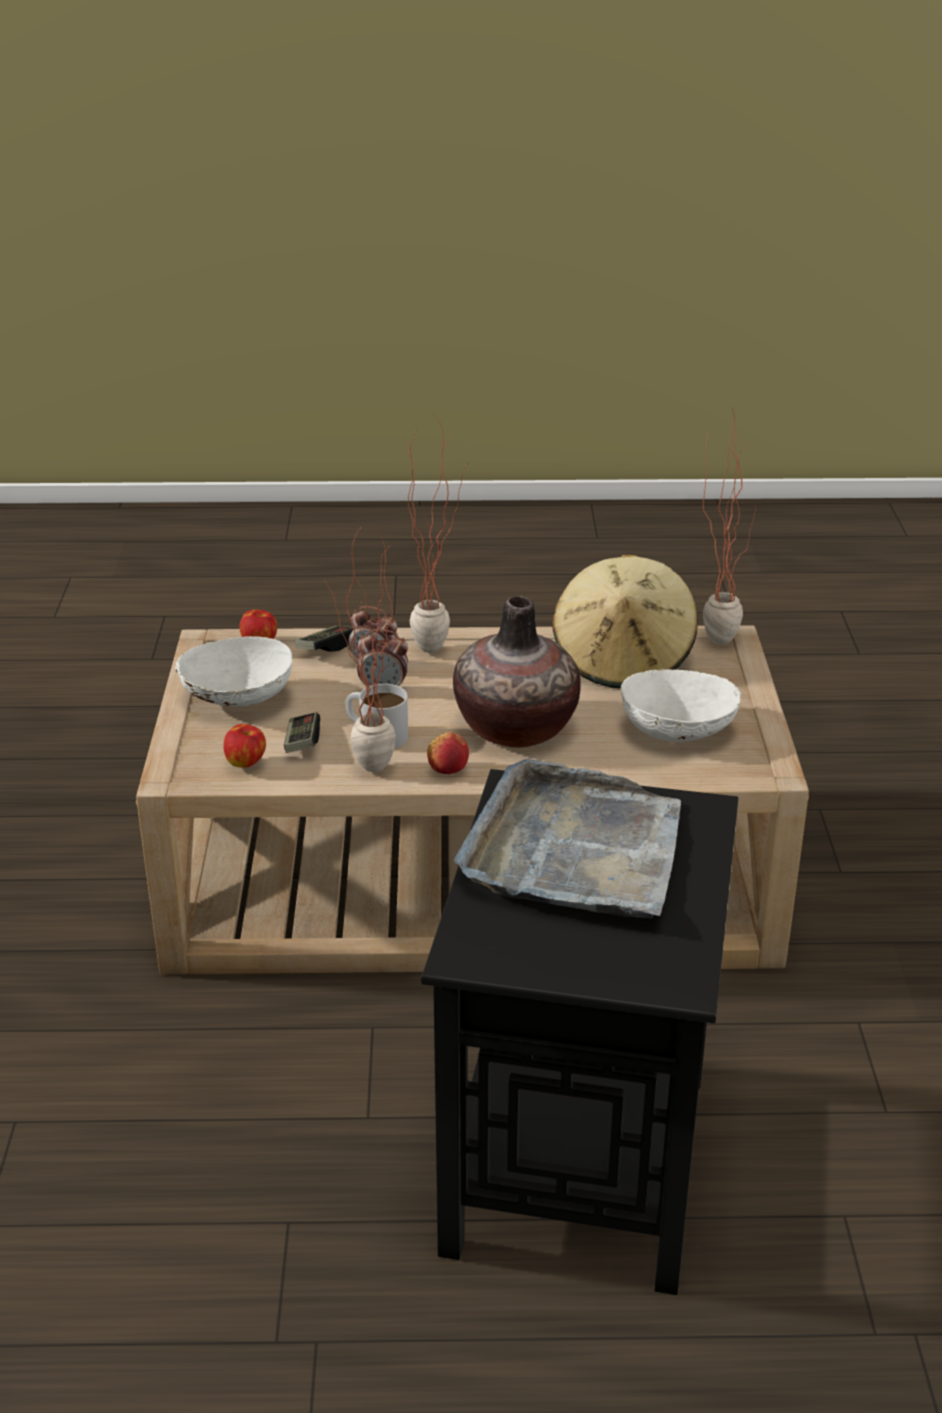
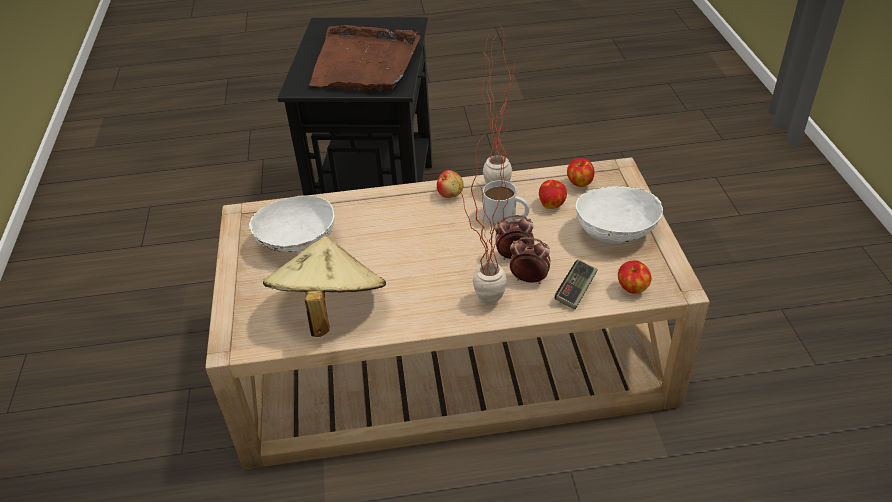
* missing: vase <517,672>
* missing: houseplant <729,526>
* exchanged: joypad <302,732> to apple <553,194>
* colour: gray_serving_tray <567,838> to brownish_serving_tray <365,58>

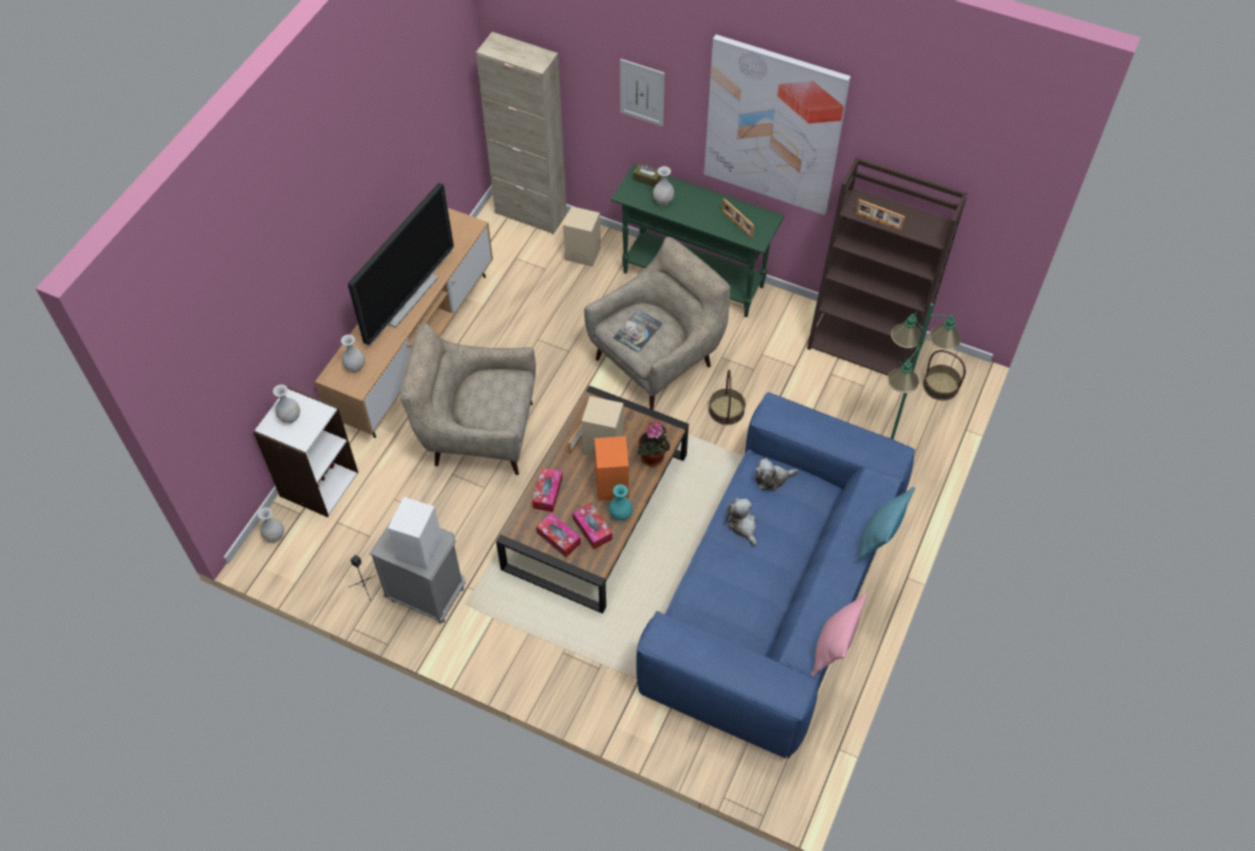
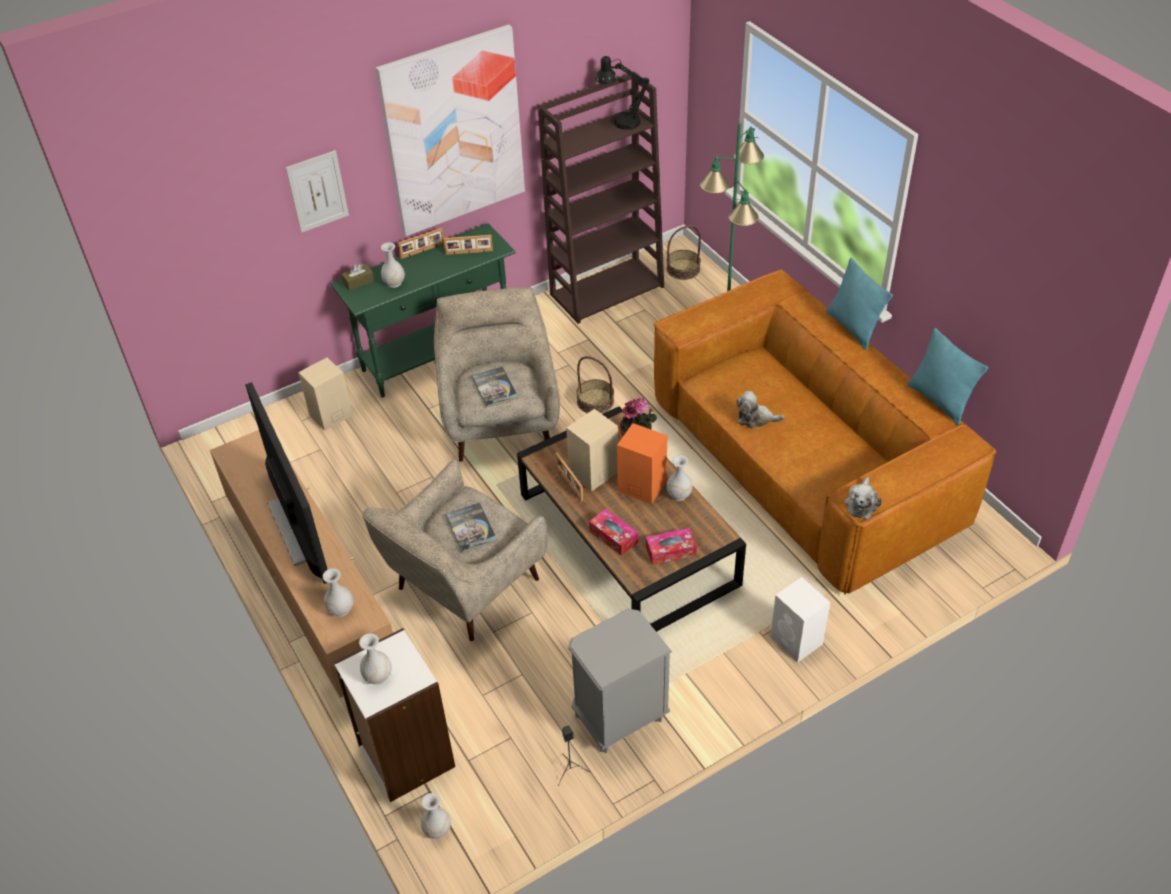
* missing: beige-coloured_cabinet <521,133>
* missing: tissue_box <592,526>
* appeared: book <471,528>
* appeared: blackish_tabletop_lamp <623,93>
* relocated: white_speaker <415,533> to <800,620>
* relocated: cuddly_toy <777,474> to <863,498>
* relocated: standing_frame <880,215> to <421,243>
* colour: turquoise-coloured_vase <621,502> to white_vase <679,478>
* colour: blue-coloured_couch <775,575> to brownish_couch <825,432>
* colour: pink-coloured_throw_pillow <839,635> to turquoise-coloured_throw_pillow <947,376>

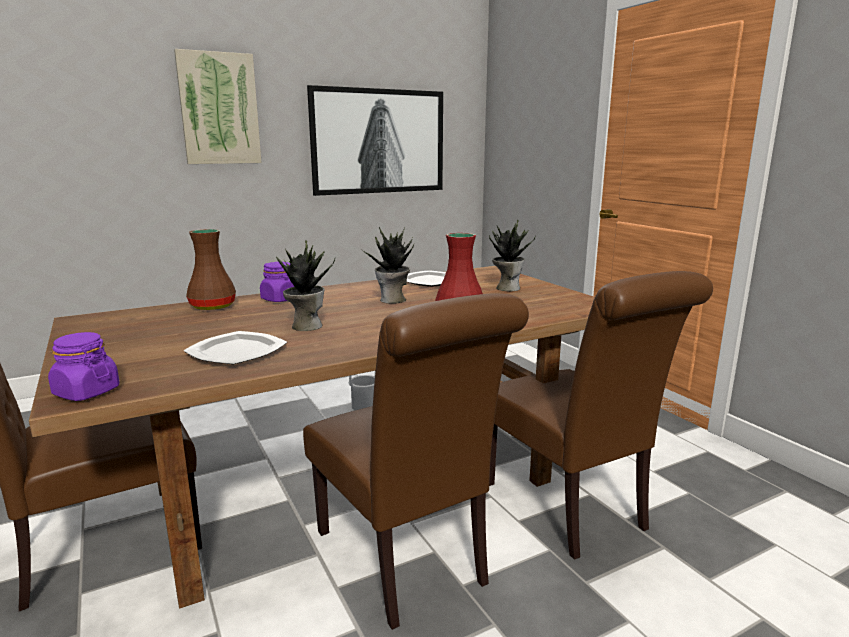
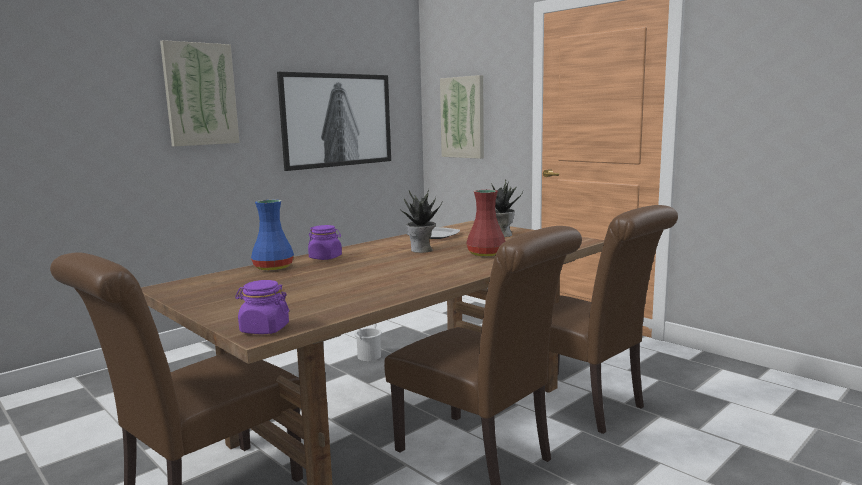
* missing: dinner_plate <235,348>
* missing: houseplant <305,285>
* appeared: picture <462,117>
* colour: brownish_vase <211,269> to blue-coloured_vase <272,235>

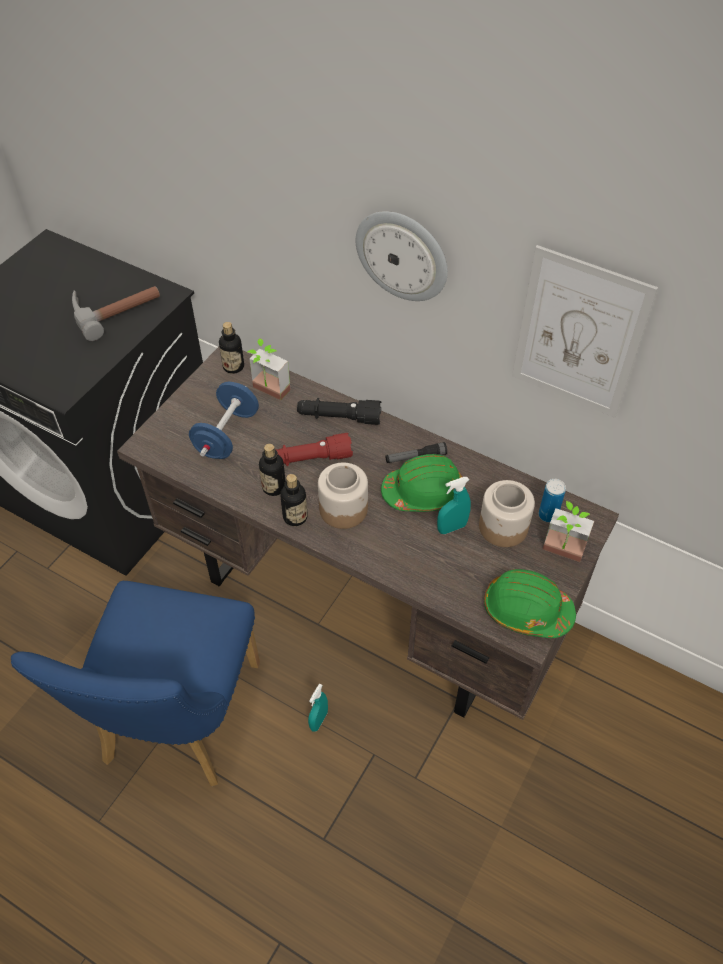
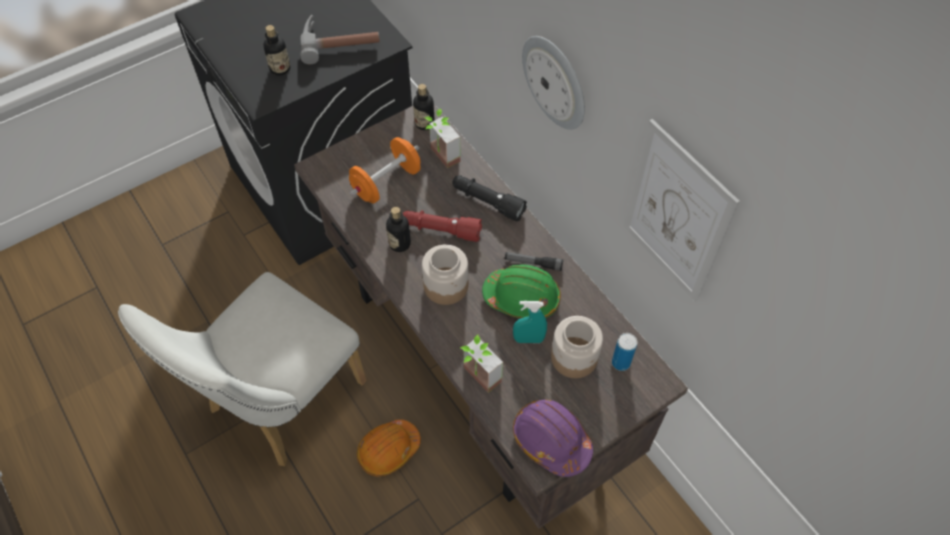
* relocated: drink_bottle <293,500> to <276,50>
* relocated: houseplant <568,531> to <481,363>
* exchanged: turquoise-coloured_sprayer <318,708> to orange_safety_helmet <389,448>
* colour: blue-coloured_plain_chair <135,683> to white_plain_chair <242,369>
* colour: blue-coloured_free_weight <224,420> to orange_free_weight <385,170>
* colour: greenish_safety_helmet <530,603> to purplish_safety_helmet <553,438>

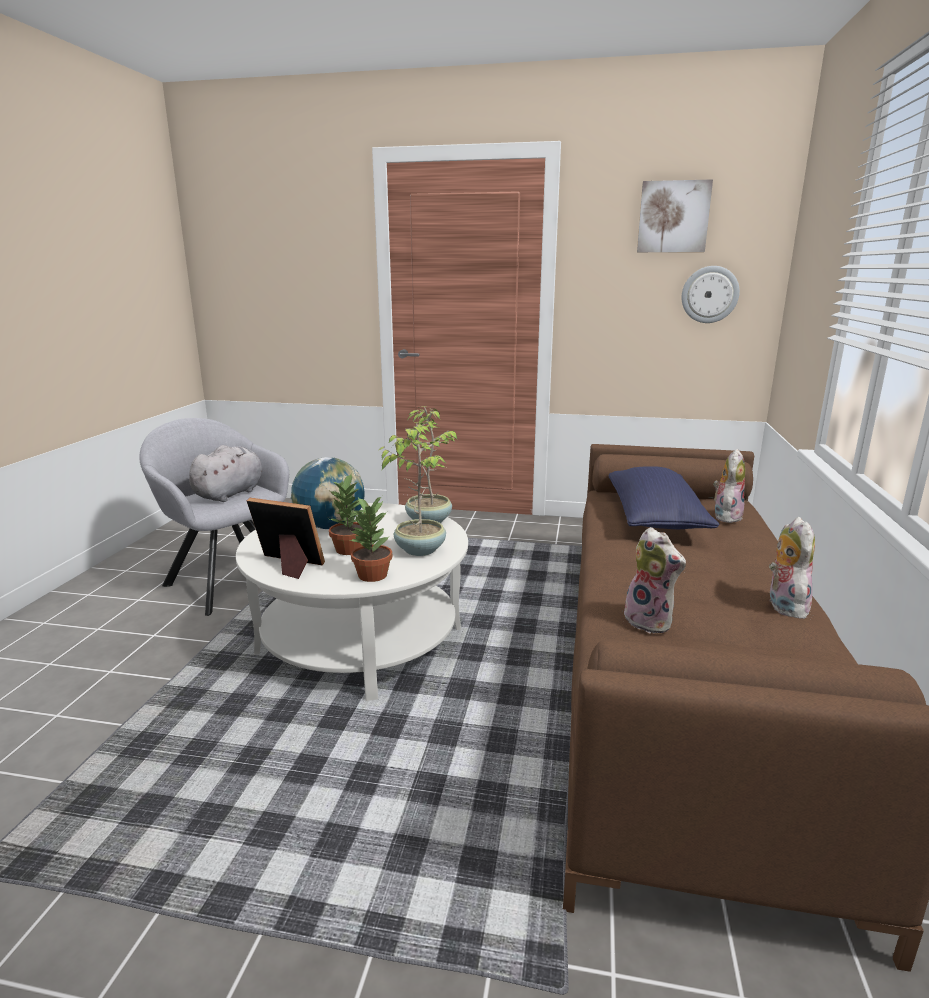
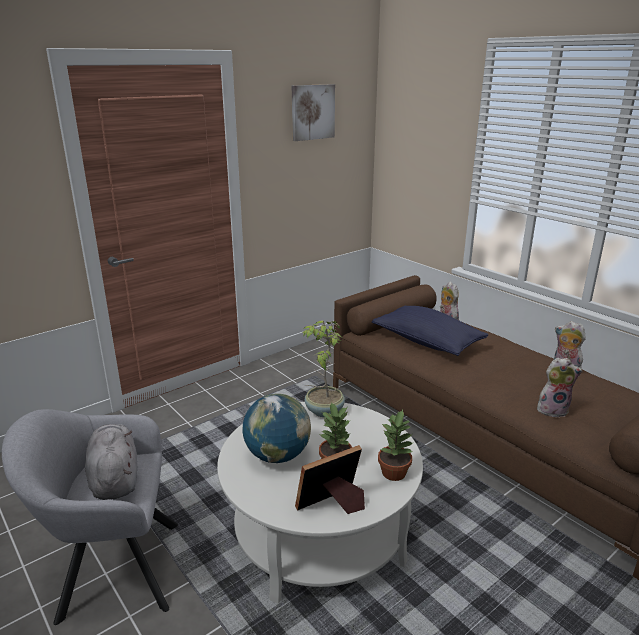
* missing: houseplant <413,489>
* missing: clock_on_the_wall <711,294>

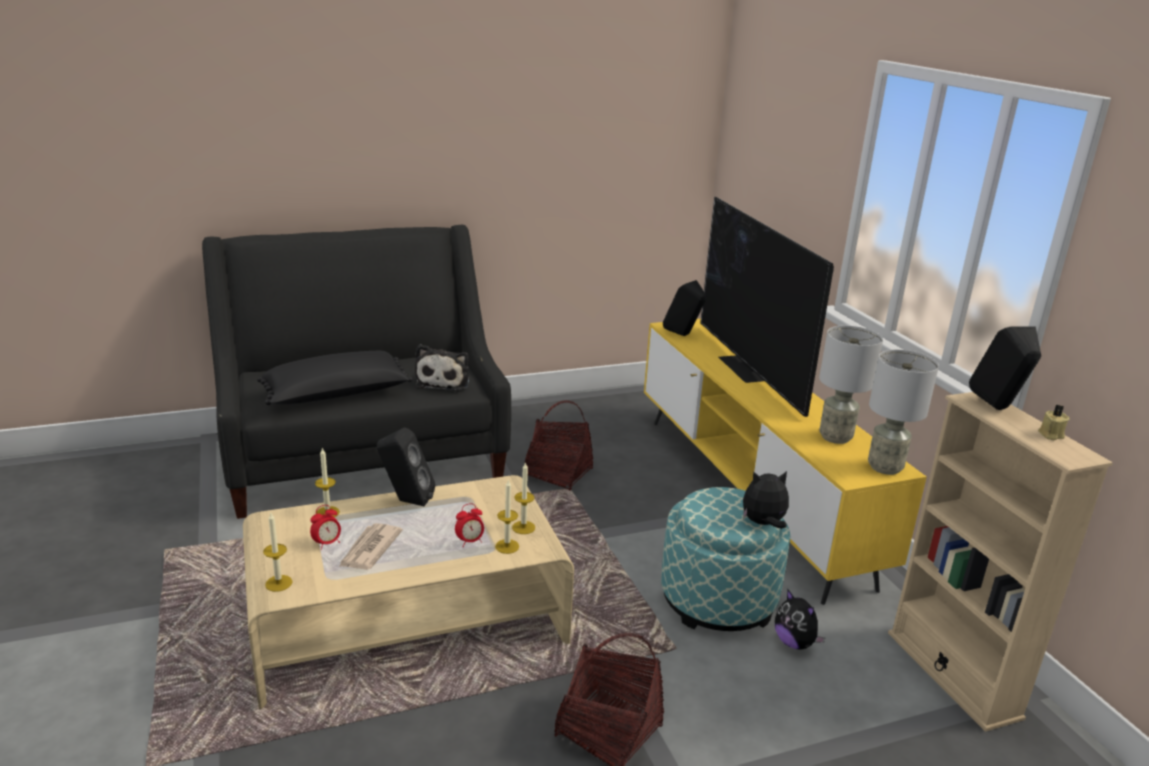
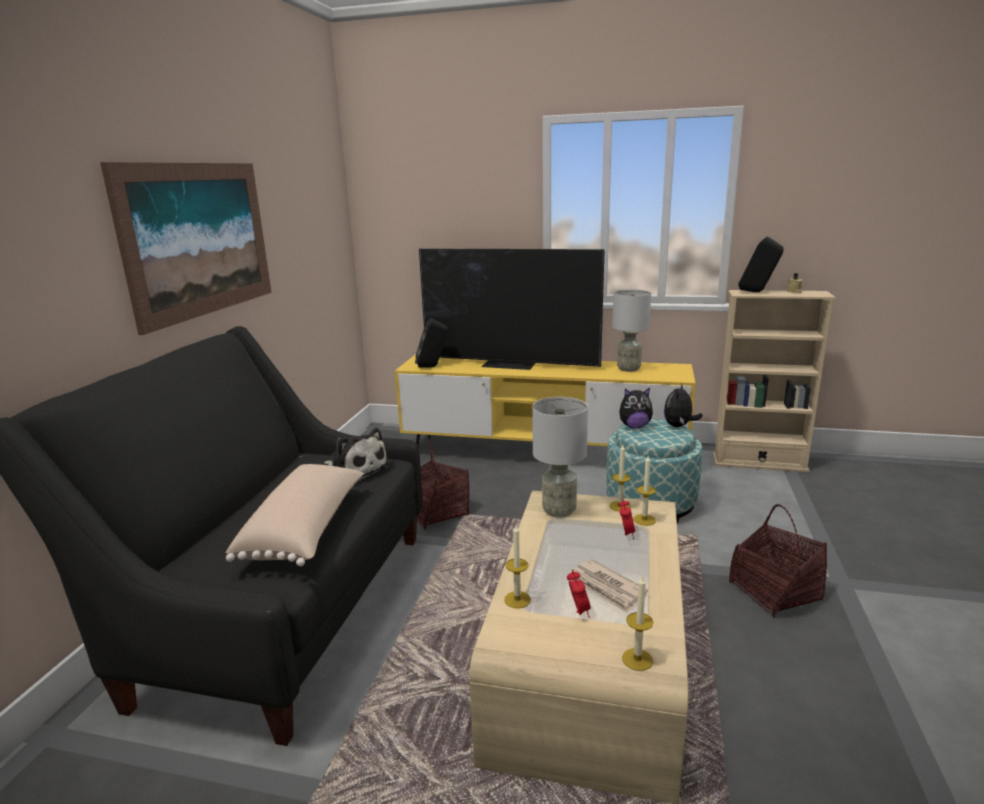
* missing: blackish_speaker <406,466>
* appeared: picture <186,248>
* relocated: cuddly_toy <800,619> to <636,408>
* relocated: gray_tabletop_lamp <903,412> to <560,457>
* colour: blackish_throw_pillow <335,378> to beige-coloured_throw_pillow <295,515>

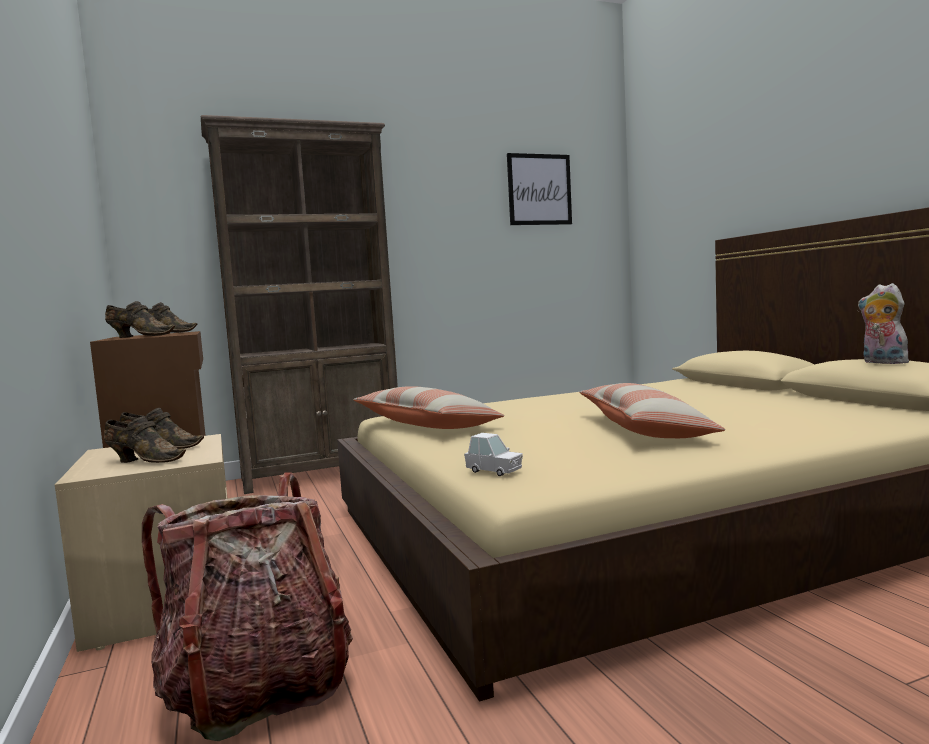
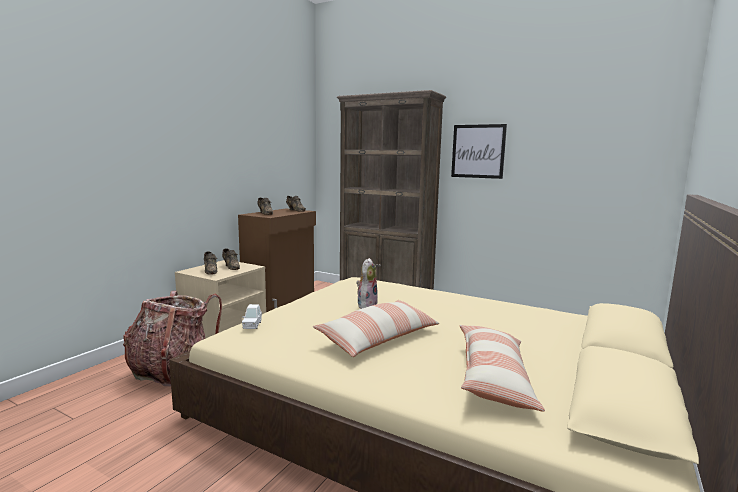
* relocated: throw_pillow <428,407> to <502,368>
* relocated: picture <539,189> to <479,151>
* relocated: cuddly_toy <883,323> to <367,283>

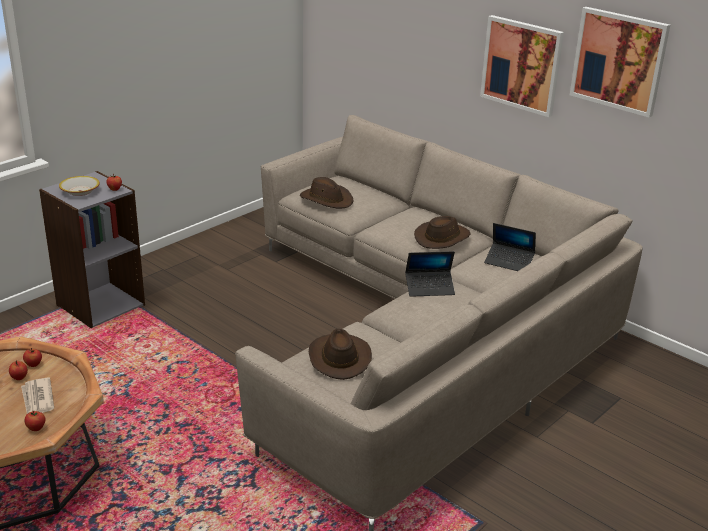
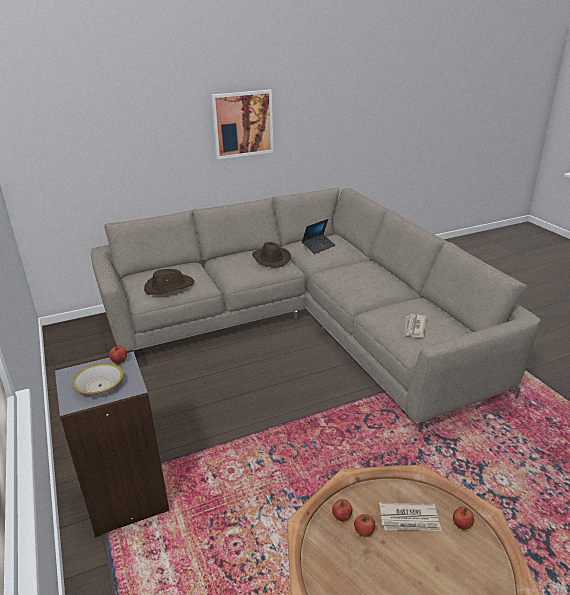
* missing: laptop <430,274>
* missing: picture <620,62>
* exchanged: brownish_hat <340,354> to newspaper <415,325>

